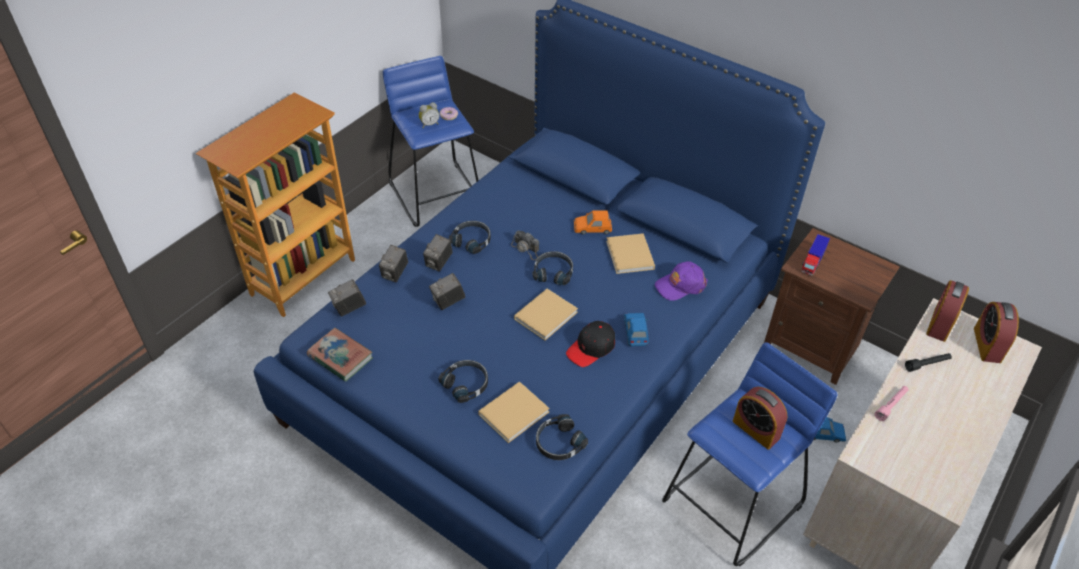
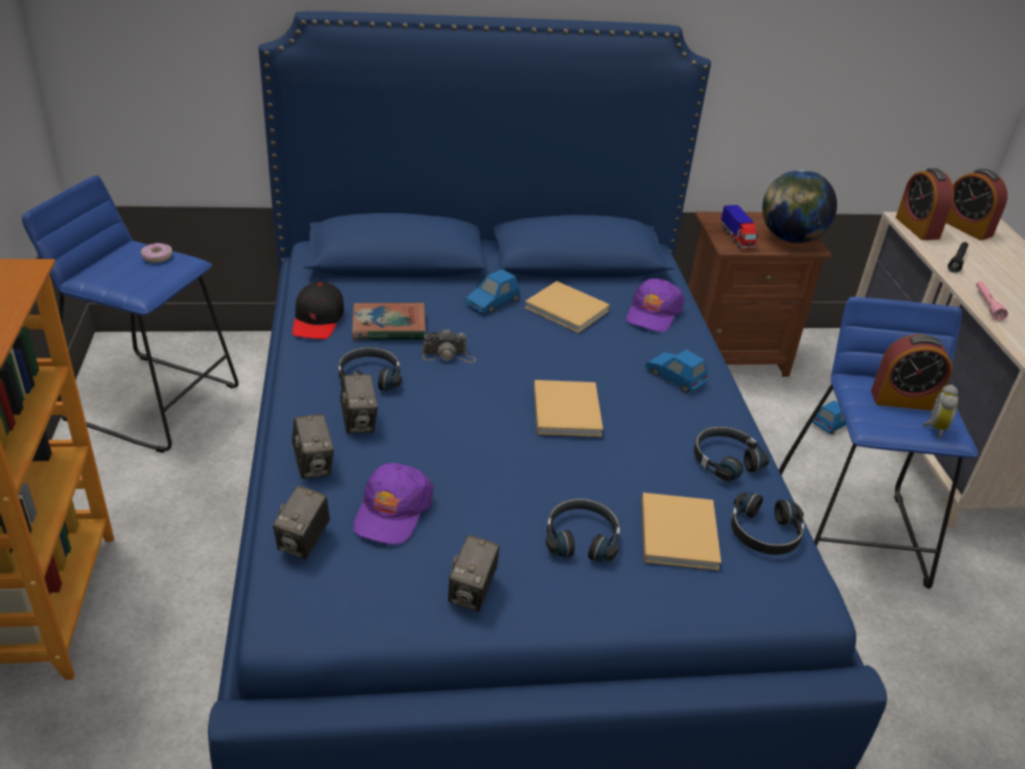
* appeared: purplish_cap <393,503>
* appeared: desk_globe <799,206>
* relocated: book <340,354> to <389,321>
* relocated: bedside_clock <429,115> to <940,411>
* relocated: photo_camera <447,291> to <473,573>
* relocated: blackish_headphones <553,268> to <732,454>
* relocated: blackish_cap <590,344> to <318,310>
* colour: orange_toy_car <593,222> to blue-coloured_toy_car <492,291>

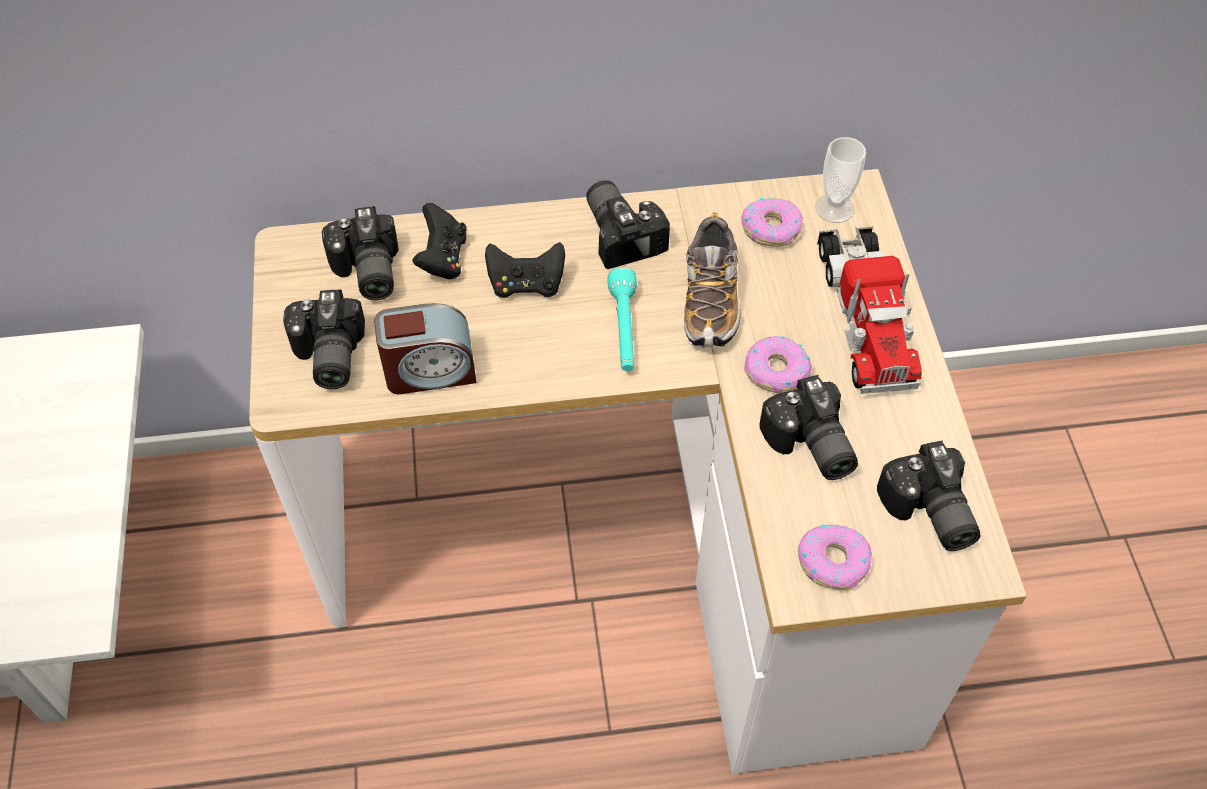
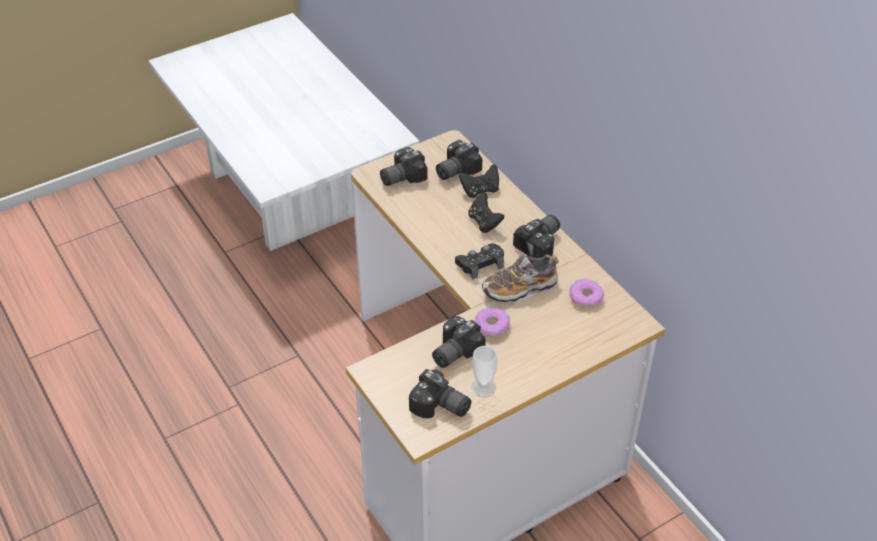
* missing: bedside_clock <425,348>
* missing: doughnut <835,557>
* missing: model_truck <869,310>
* relocated: small_cup <840,180> to <484,372>
* exchanged: turquoise-coloured_torch <622,319> to blackish_joypad <479,261>
* spun: photo_camera <928,496> = <440,394> 105 degrees counterclockwise

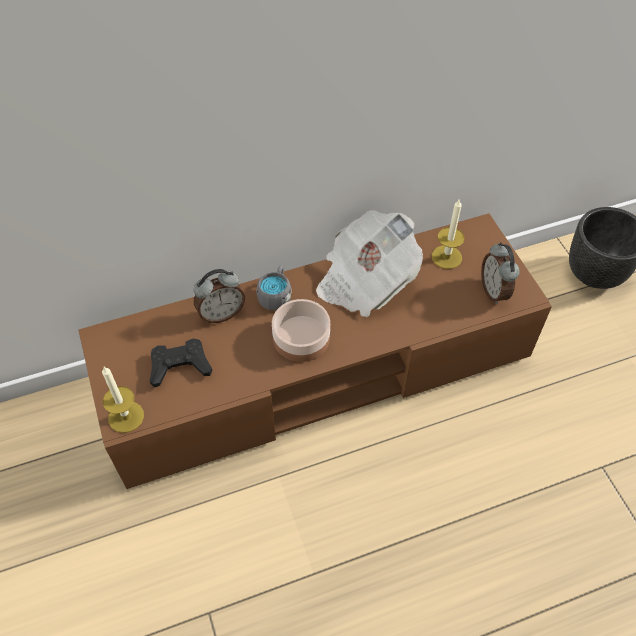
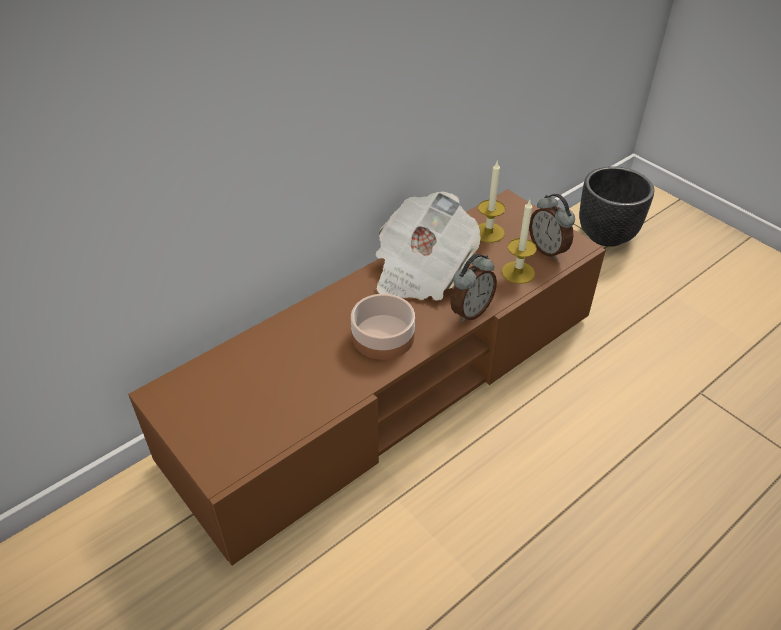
* missing: blackish_joypad <181,363>
* missing: gray_coffee_mug <274,287>
* relocated: wax_candle <123,400> to <519,242>
* relocated: bedside_clock <219,296> to <473,288>

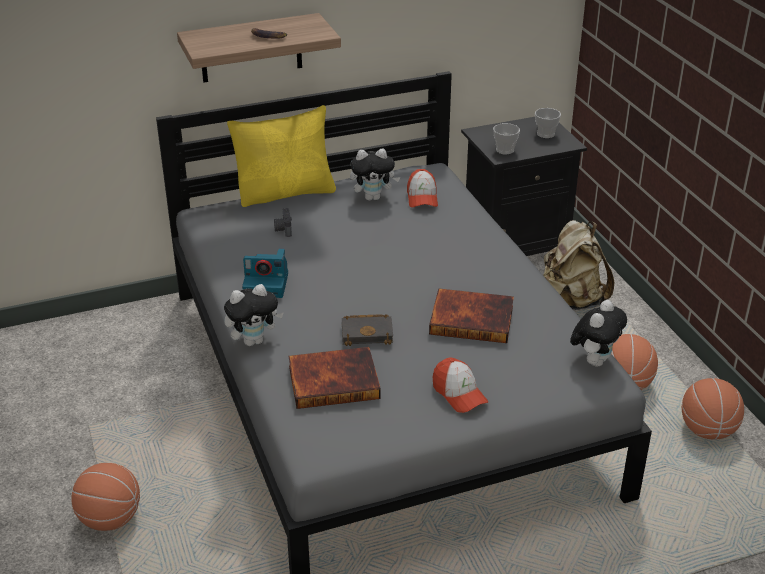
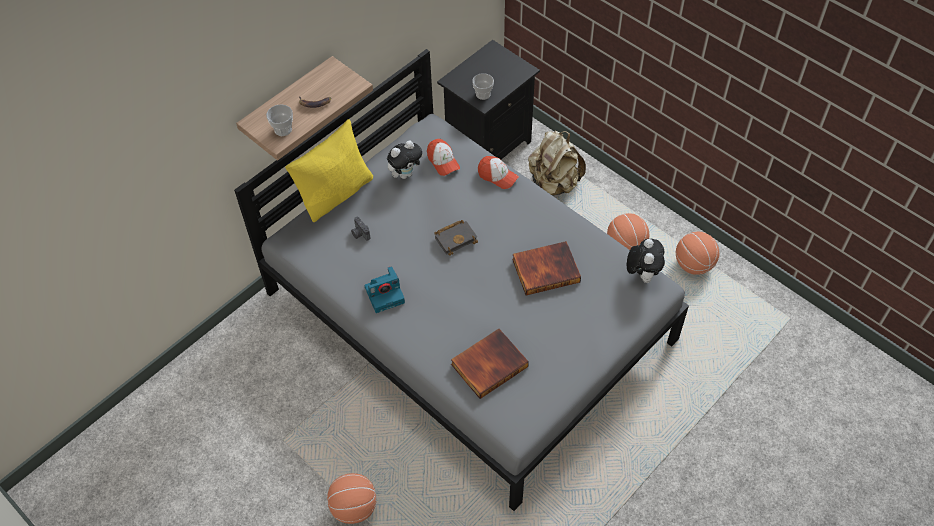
* missing: cuddly_toy <253,315>
* relocated: blackish_book <367,330> to <456,238>
* relocated: cap <461,385> to <498,172>
* relocated: small_cup <548,123> to <279,120>

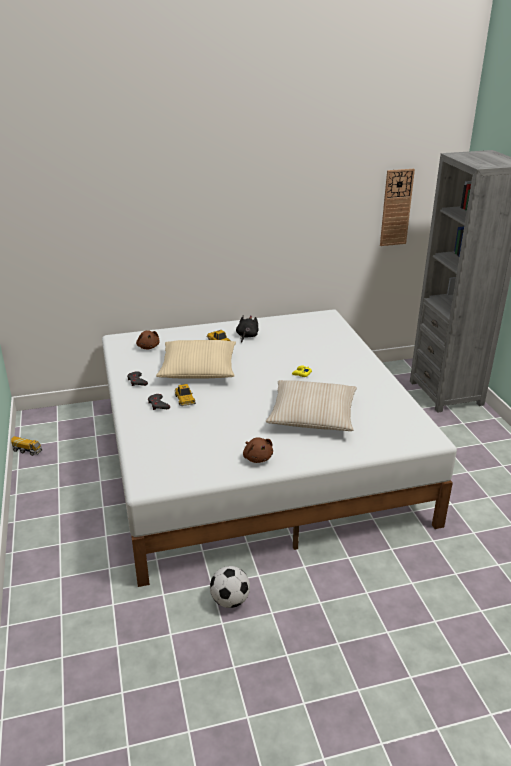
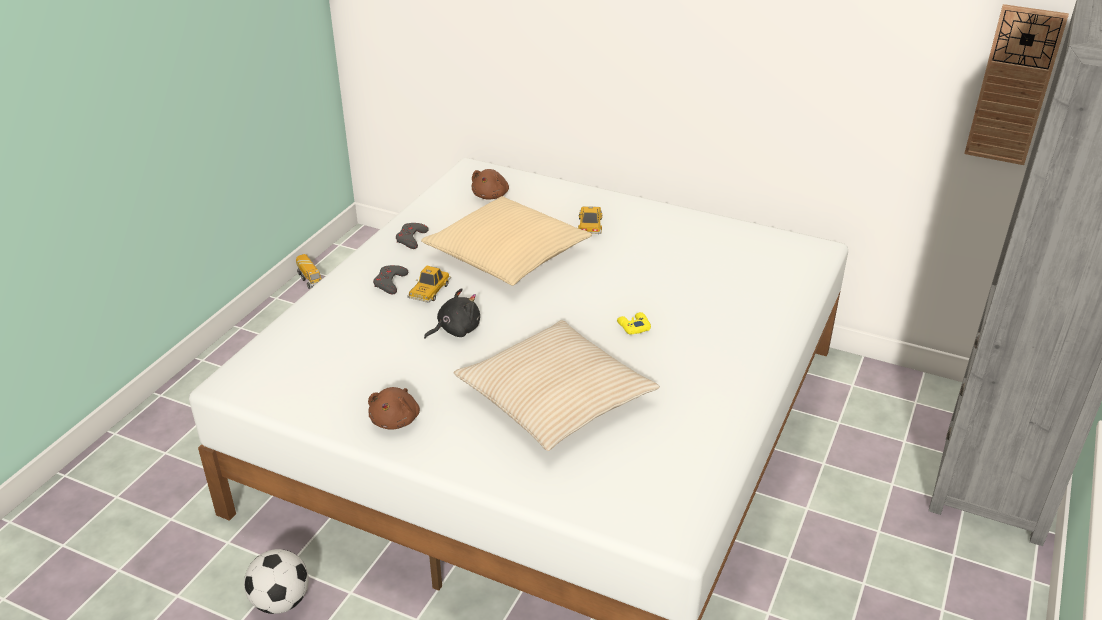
* relocated: blackish_cuddly_toy <247,329> to <452,313>

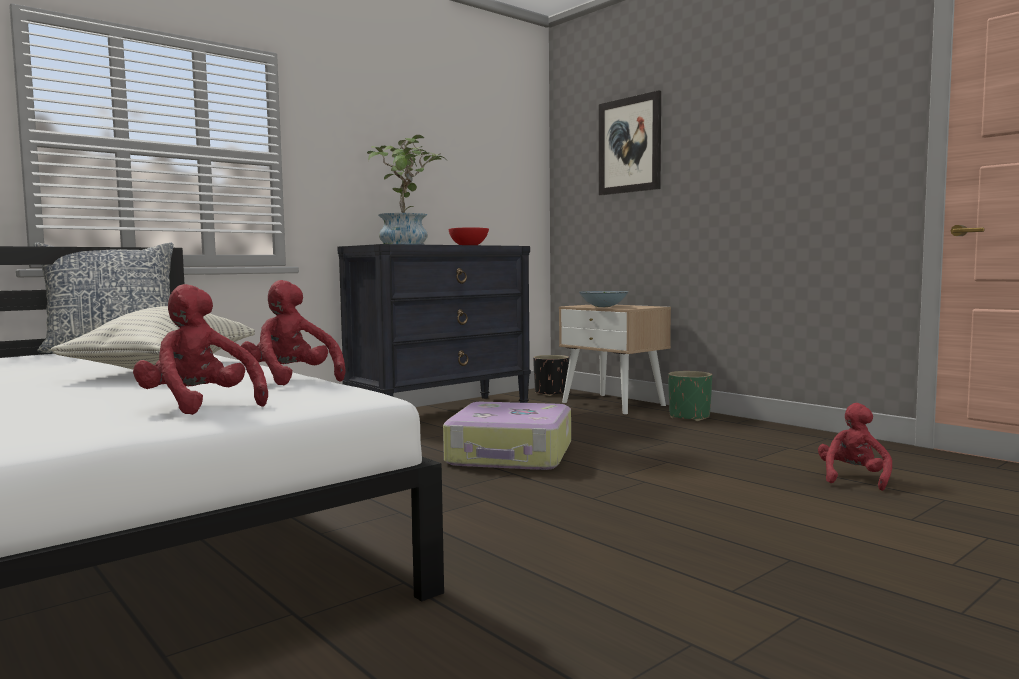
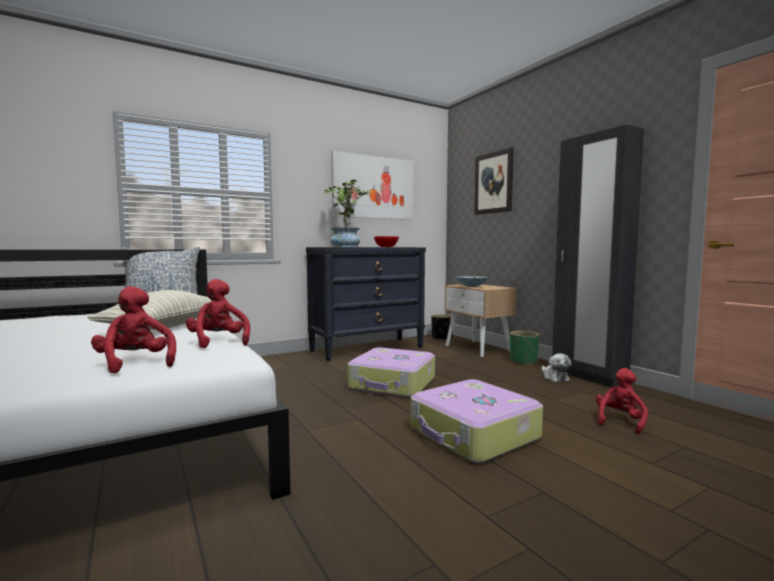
* appeared: picture <372,185>
* appeared: travel_case <477,421>
* appeared: cuddly_toy <556,367>
* appeared: blackish_armoire <598,256>

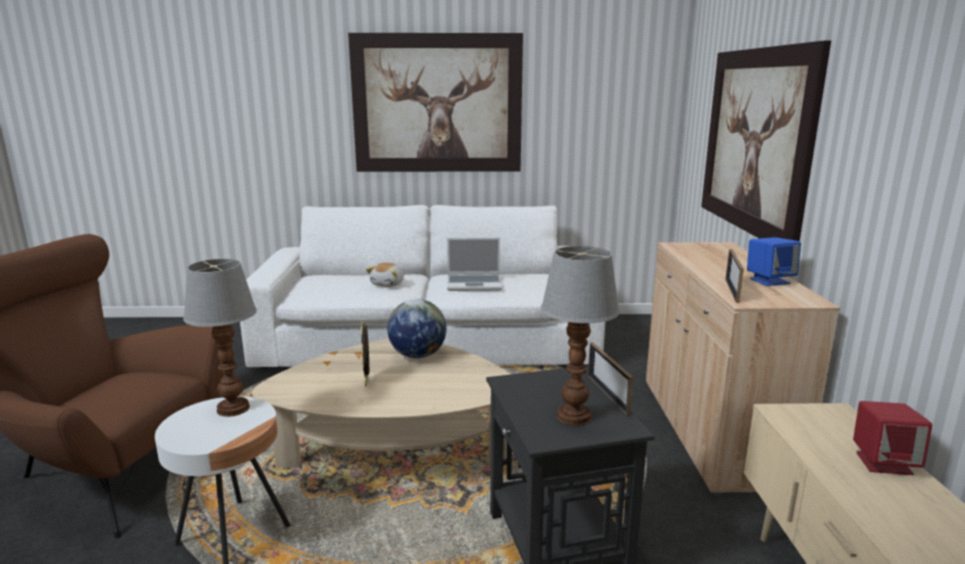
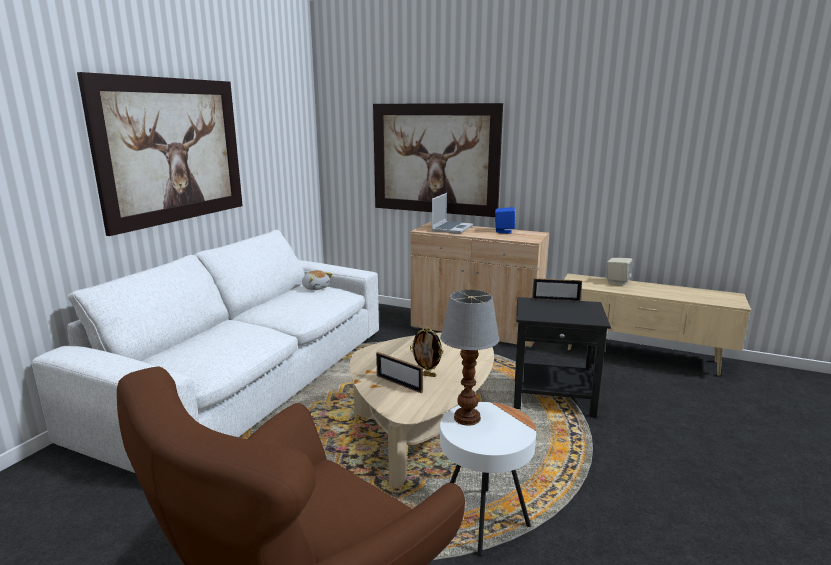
* missing: desk_globe <417,329>
* missing: tabletop_lamp <580,336>
* relocated: cuddly_toy <385,275> to <317,280>
* relocated: laptop <474,264> to <452,213>
* relocated: standing_frame <734,276> to <399,372>
* colour: red-coloured_speaker <892,438> to beige-coloured_speaker <619,272>

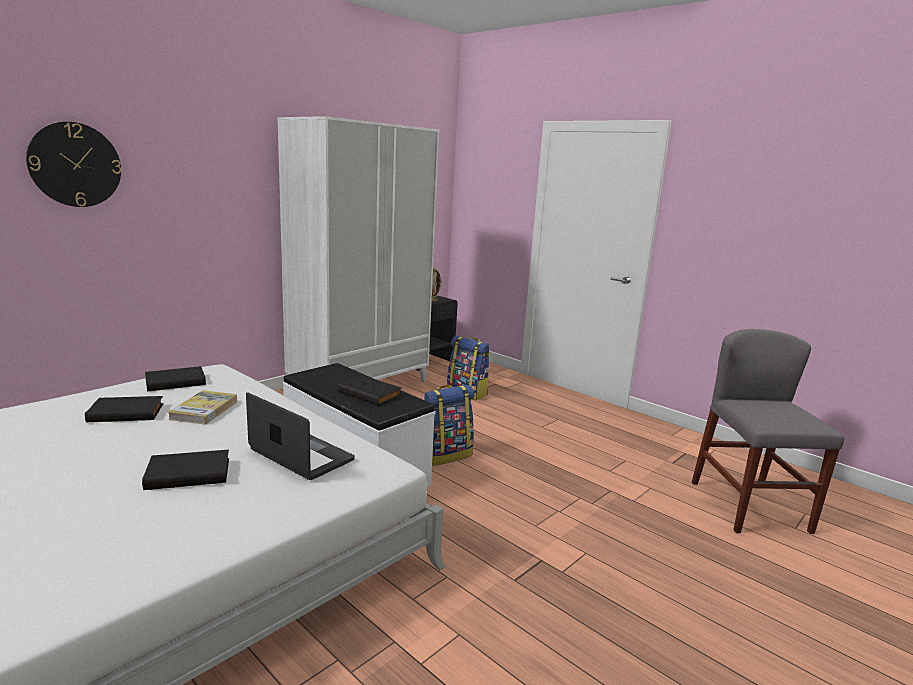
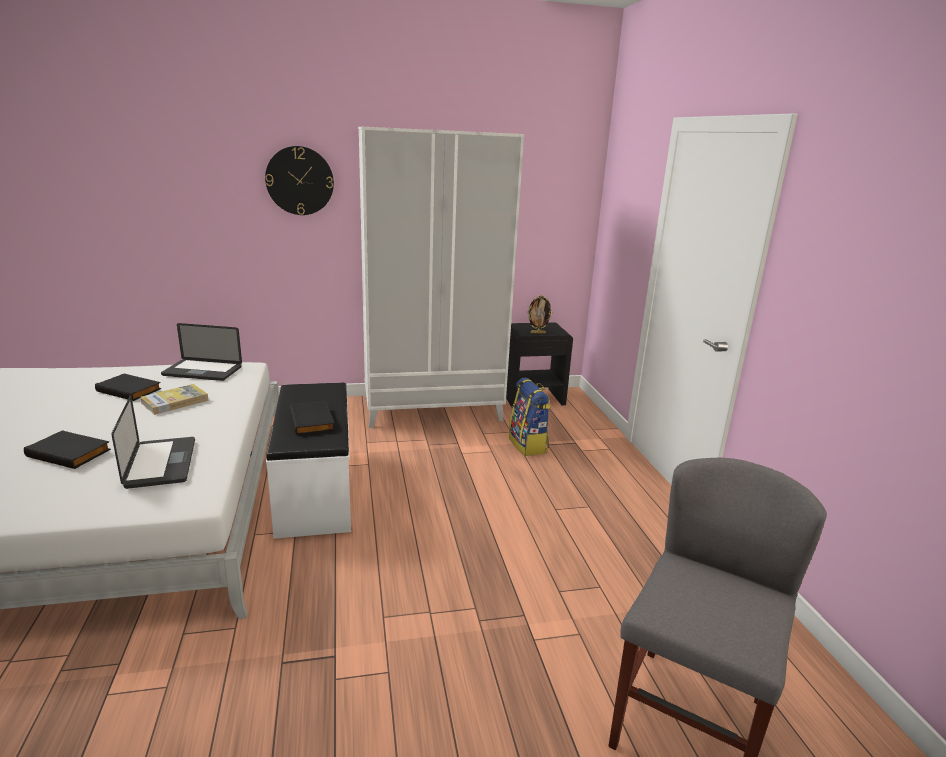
* missing: backpack <449,425>
* relocated: clock_on_the_wall <74,164> to <299,180>
* exchanged: blackish_book <175,378> to laptop <201,352>

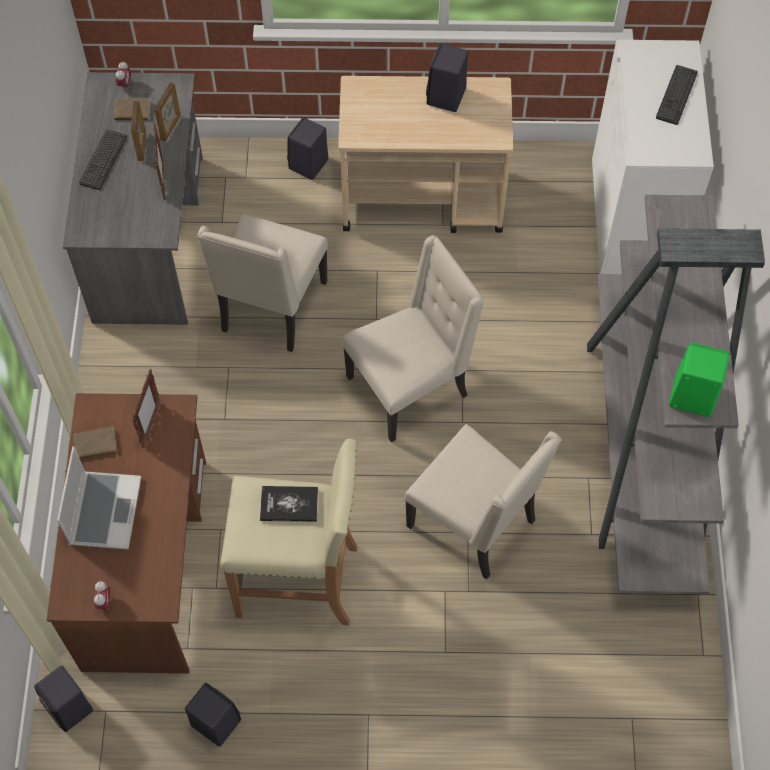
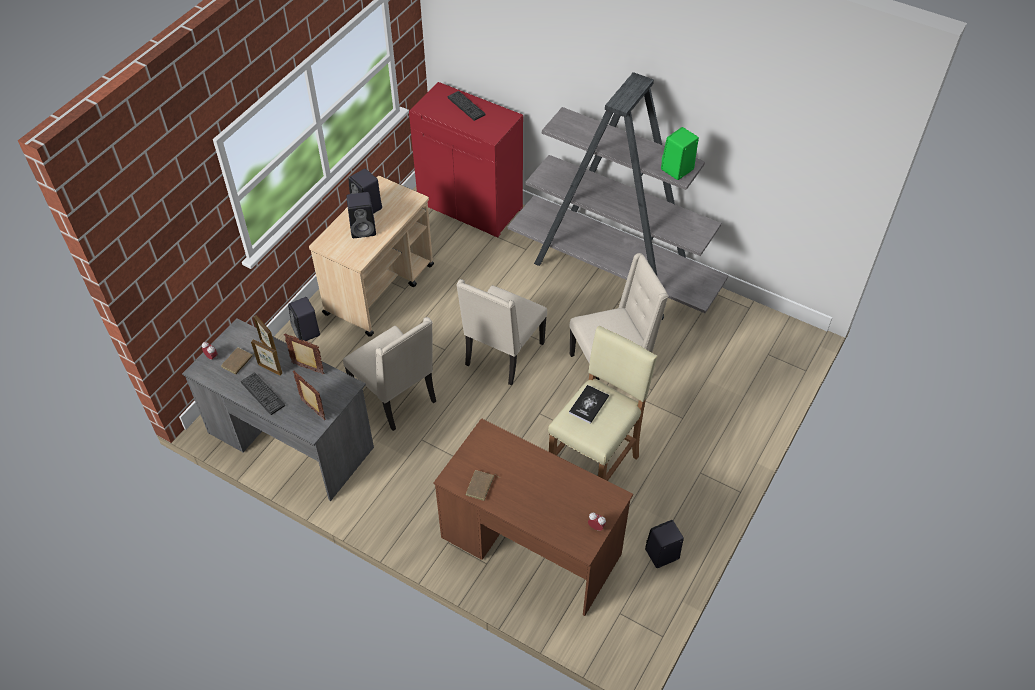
* missing: laptop <99,497>
* relocated: blackish_speaker <63,699> to <361,215>
* relocated: standing_frame <146,408> to <309,395>
* colour: white_cabinet <653,157> to red-coloured_cabinet <466,160>
* spun: beige-coloured_plain_chair <413,338> = <501,332> 150 degrees counterclockwise

